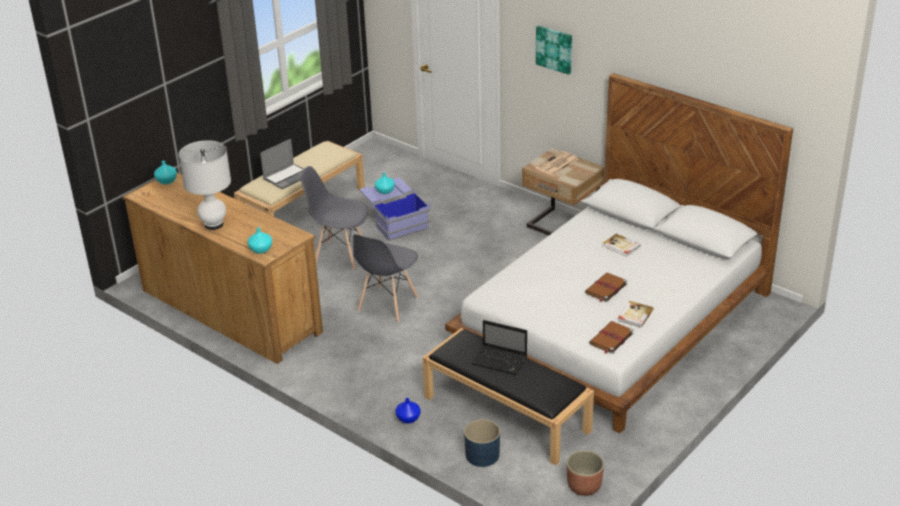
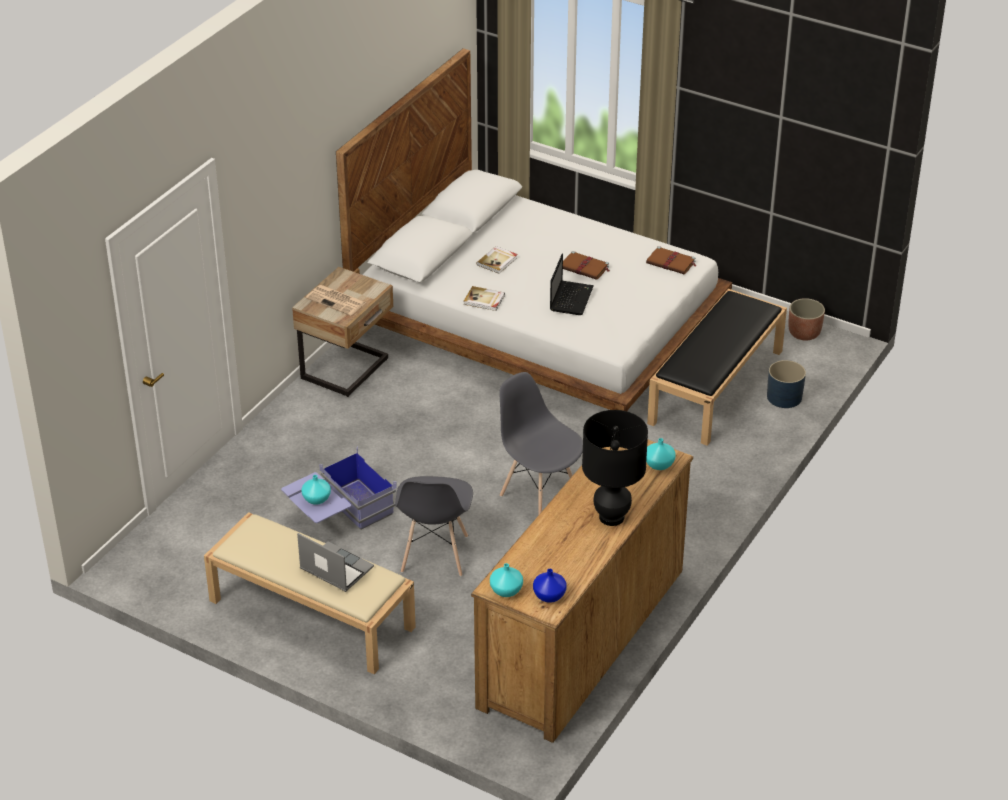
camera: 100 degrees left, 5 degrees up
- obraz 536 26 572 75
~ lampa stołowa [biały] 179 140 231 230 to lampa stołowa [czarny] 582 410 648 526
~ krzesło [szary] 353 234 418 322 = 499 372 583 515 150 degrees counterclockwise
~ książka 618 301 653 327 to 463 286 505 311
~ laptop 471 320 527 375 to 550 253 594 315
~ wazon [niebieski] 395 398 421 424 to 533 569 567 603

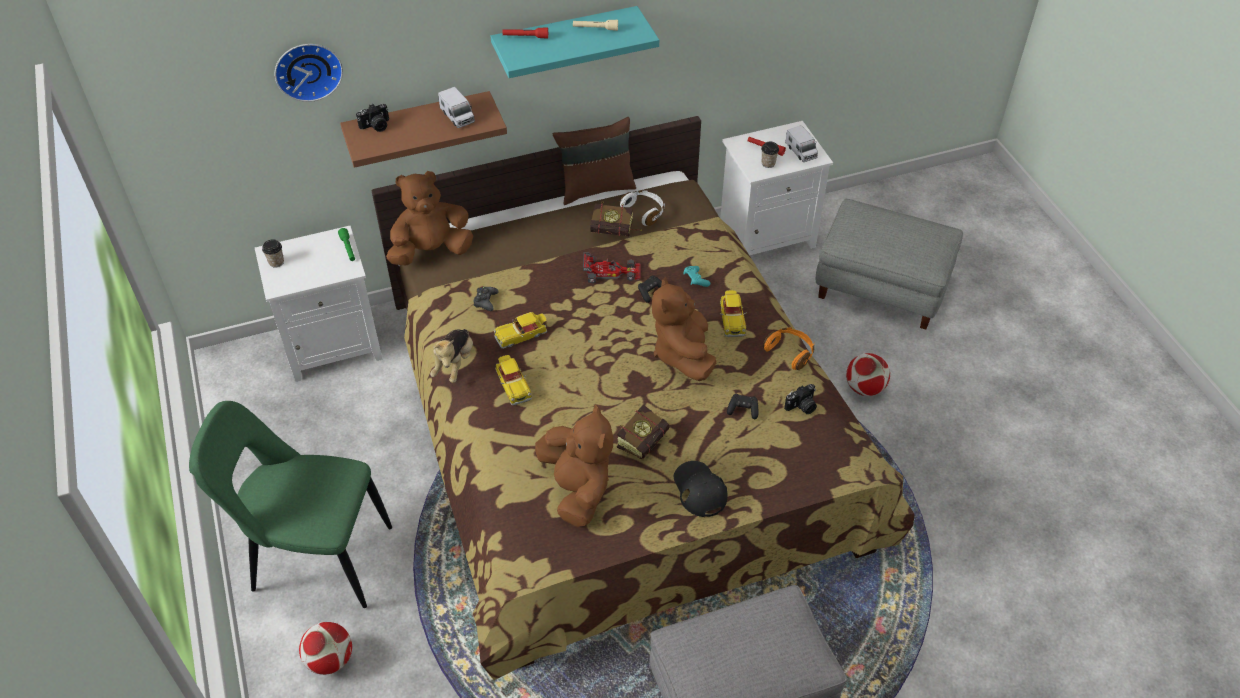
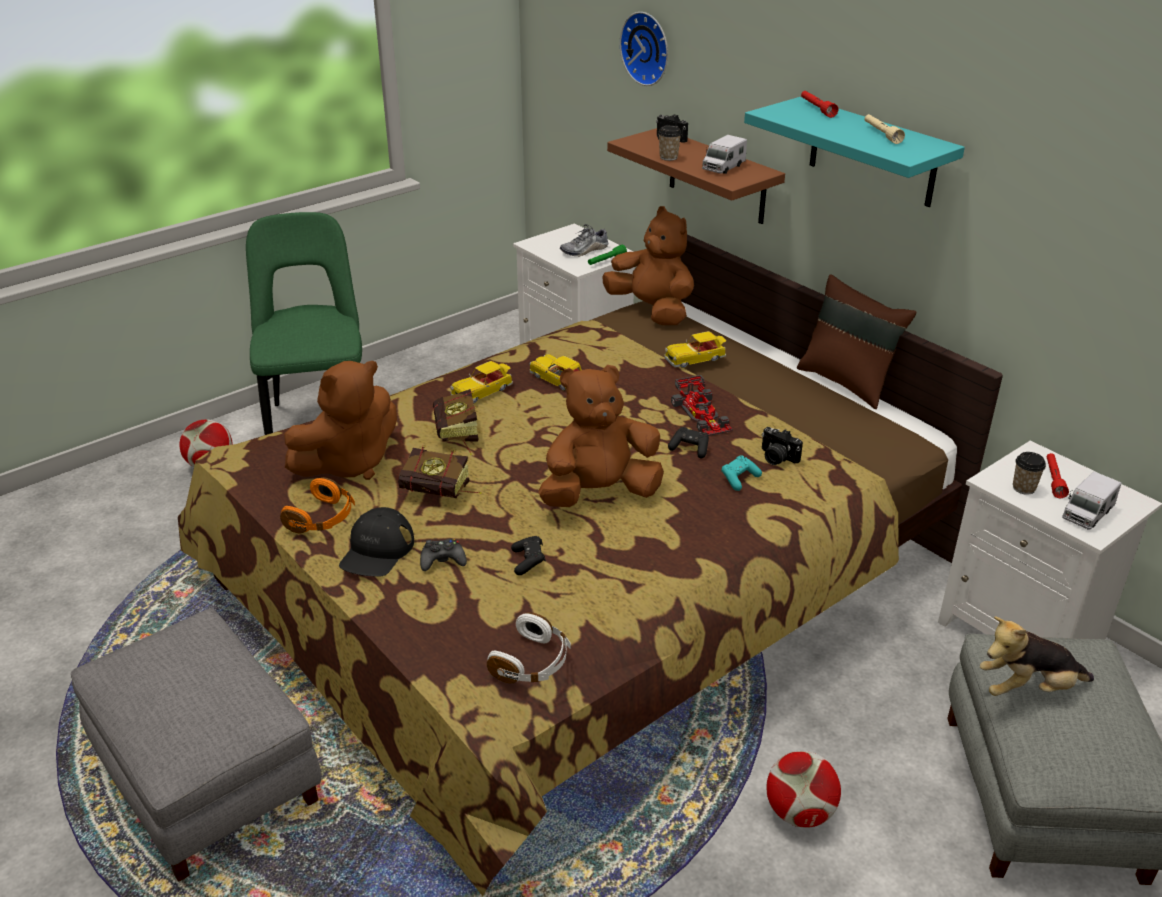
camera: 70 degrees right, 15 degrees down
~ słuchawki [biały] 619 190 665 226 to 487 612 571 684
~ książka 590 202 642 236 to 433 389 478 455
~ filiżanka 262 239 284 268 to 658 125 682 161
~ pad do gier [czarny] 473 286 499 311 to 420 539 467 571
~ samochodzik 720 290 746 337 to 664 331 726 368
~ słuchawki [pomarańczowy] 763 327 814 370 to 280 477 355 534
~ pluszak 430 329 473 383 to 980 616 1094 696
~ aparat fotograficzny 784 384 817 414 to 762 427 803 465
~ czapka z daszkiem [czarny] 674 461 727 517 = 339 507 414 577 150 degrees clockwise
+ but 560 224 608 257

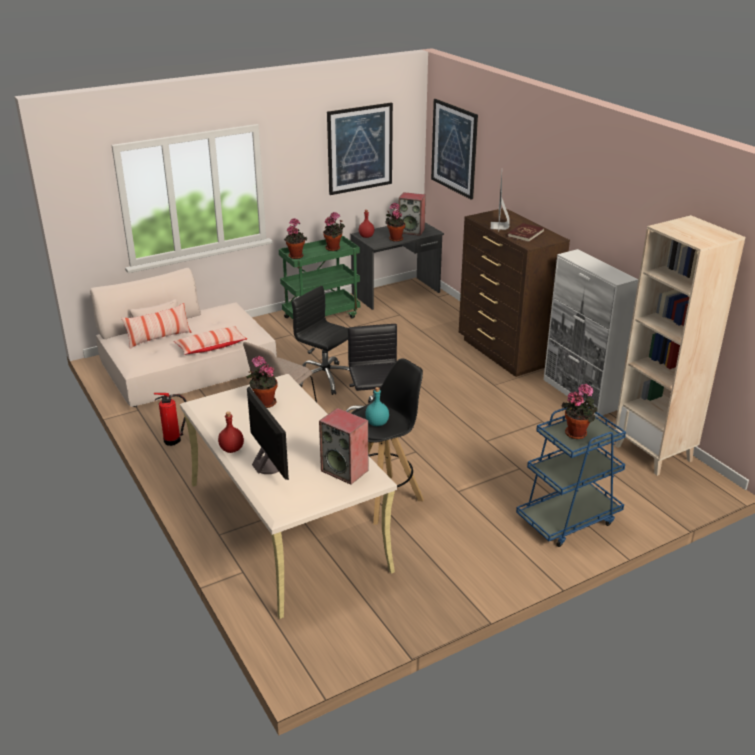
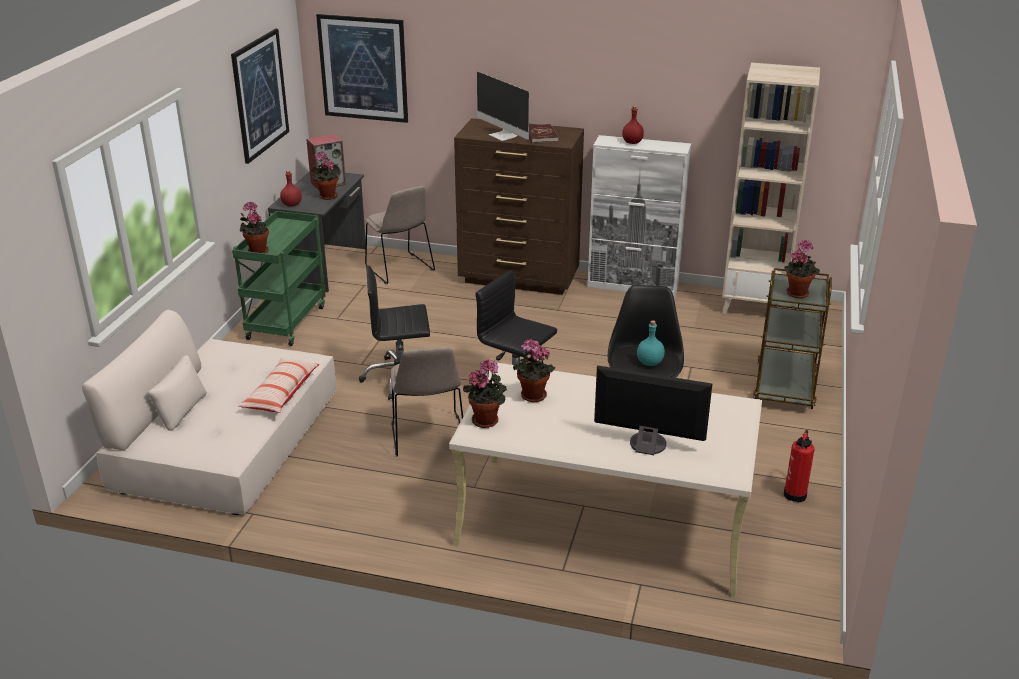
camera: 45 degrees left, 0 degrees up
~ roślina doniczkowa 323 212 345 251 to 463 359 507 428
- poduszka 122 303 191 349
~ gaśnica 154 393 187 446 to 784 430 814 502
~ wózek [niebieski] 516 407 626 547 to wózek [brązowy] 753 268 832 409
- głośnik 319 408 368 485
~ butelka [czerwony] 218 412 244 453 to 622 106 644 144
+ krzesło [beżowy] 365 186 435 284

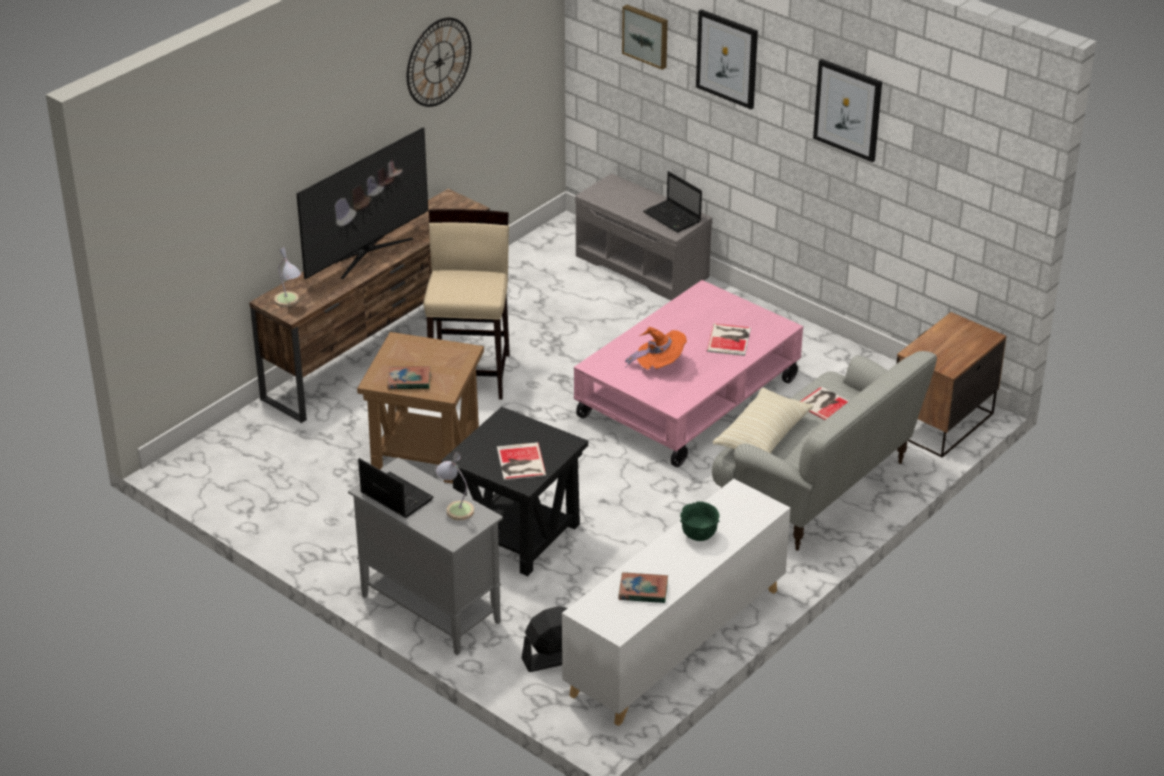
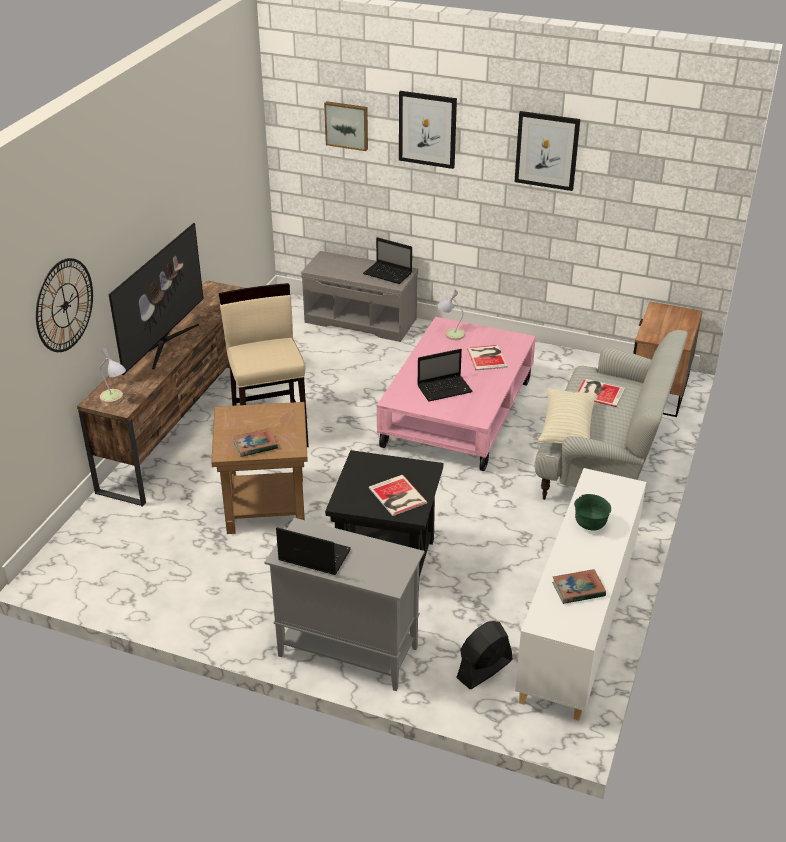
camera: 20 degrees left, 0 degrees up
~ zegar ścienny 407 18 471 107 to 36 258 93 352
~ kapelusz [pomarańczowy] 625 327 687 370 to laptop 417 349 473 402
~ lampa stołowa 436 452 474 521 to 437 290 465 340

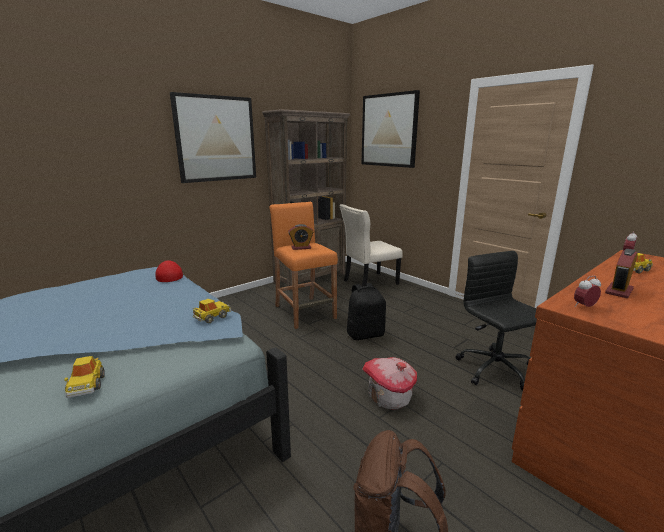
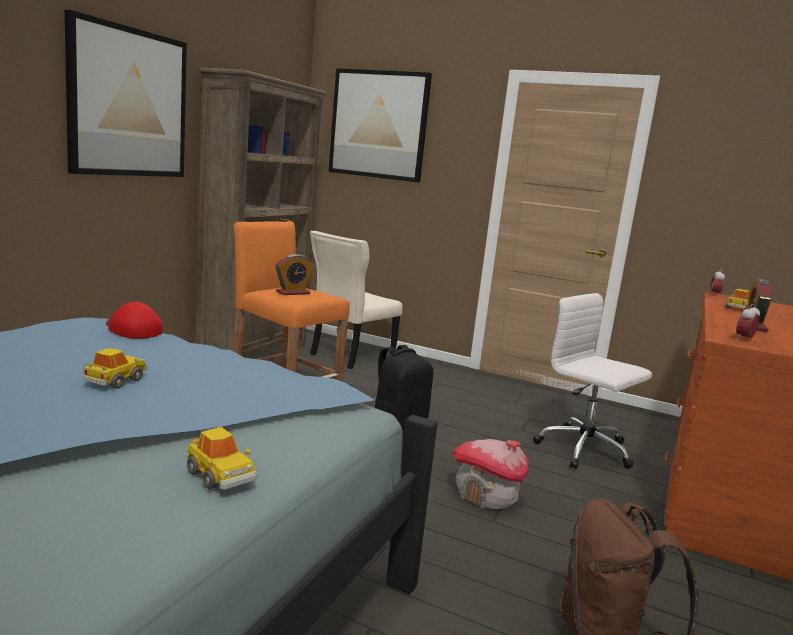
camera: 25 degrees left, 5 degrees down
~ krzesło biurowe [czarny] 456 251 537 391 to krzesło biurowe [biały] 533 293 652 469
~ samochodzik 193 299 231 323 to 83 348 147 389

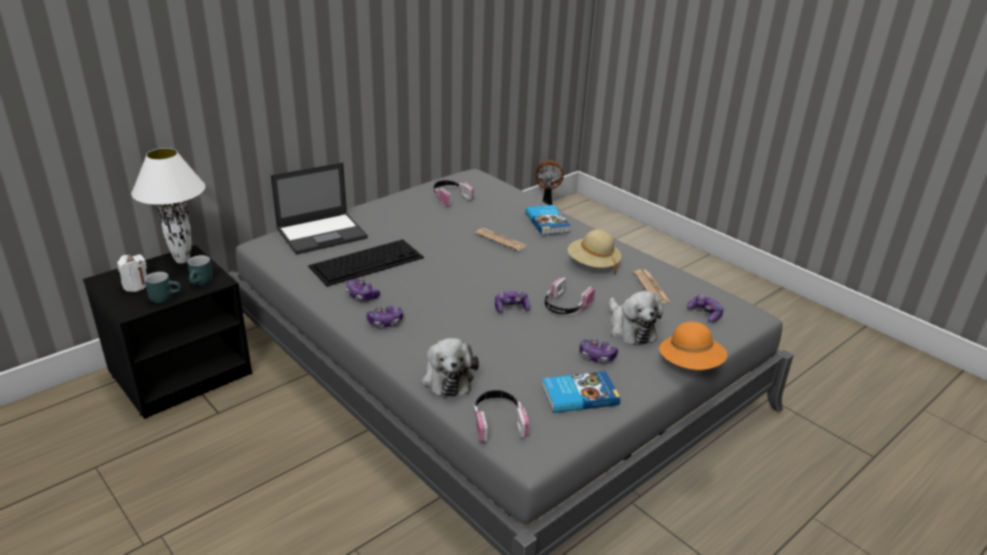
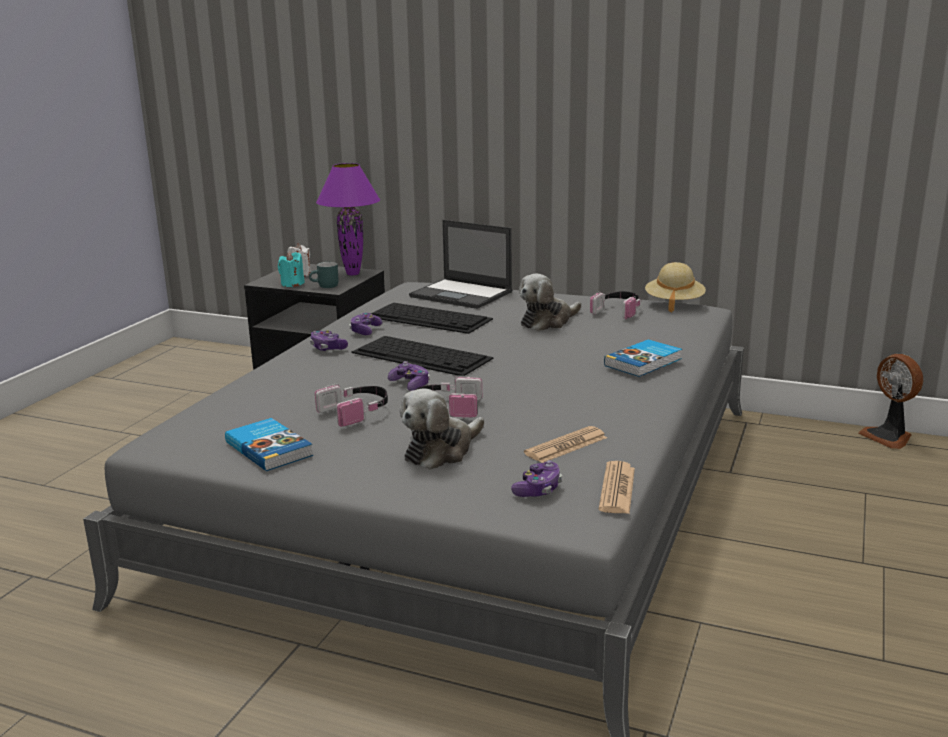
camera: 65 degrees right, 10 degrees down
~ lampa stołowa [biały] 131 148 205 264 to lampa stołowa [fioletowy] 316 163 380 275
~ gazeta 475 228 526 251 to 598 461 635 514
~ kapelusz [beżowy] 568 230 622 274 to 645 262 706 312
~ kubek [turkusowy] 144 272 181 303 to świeca [turkusowy] 278 252 305 287
- kapelusz [pomarańczowy] 659 322 727 370
~ pluszak 422 338 479 398 to 519 274 581 331
- pad do gier 579 339 618 362
~ słuchawki 473 390 529 443 to 315 383 388 427
+ klawiatura 351 336 494 377

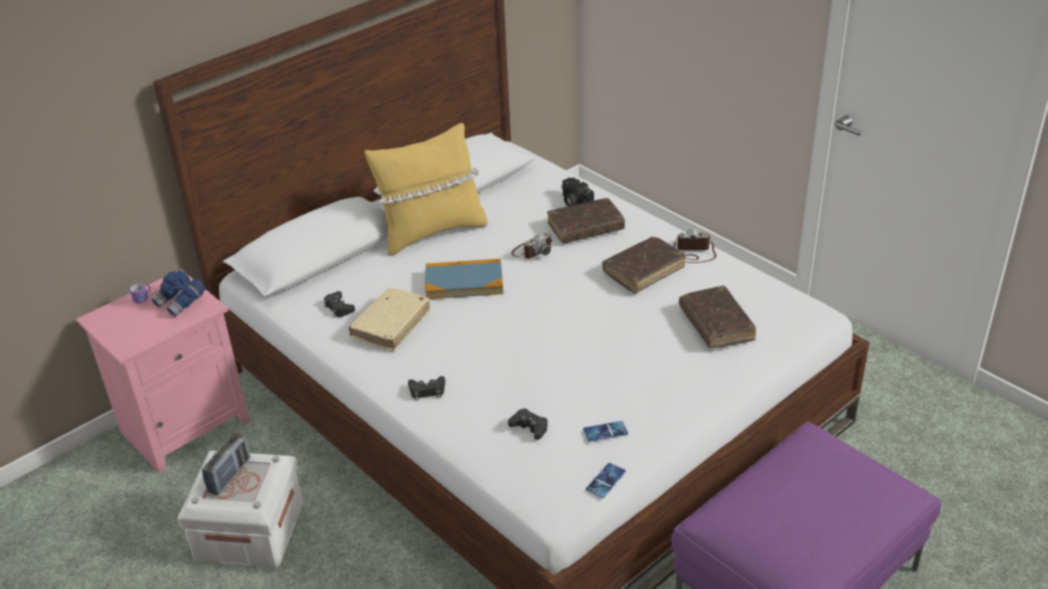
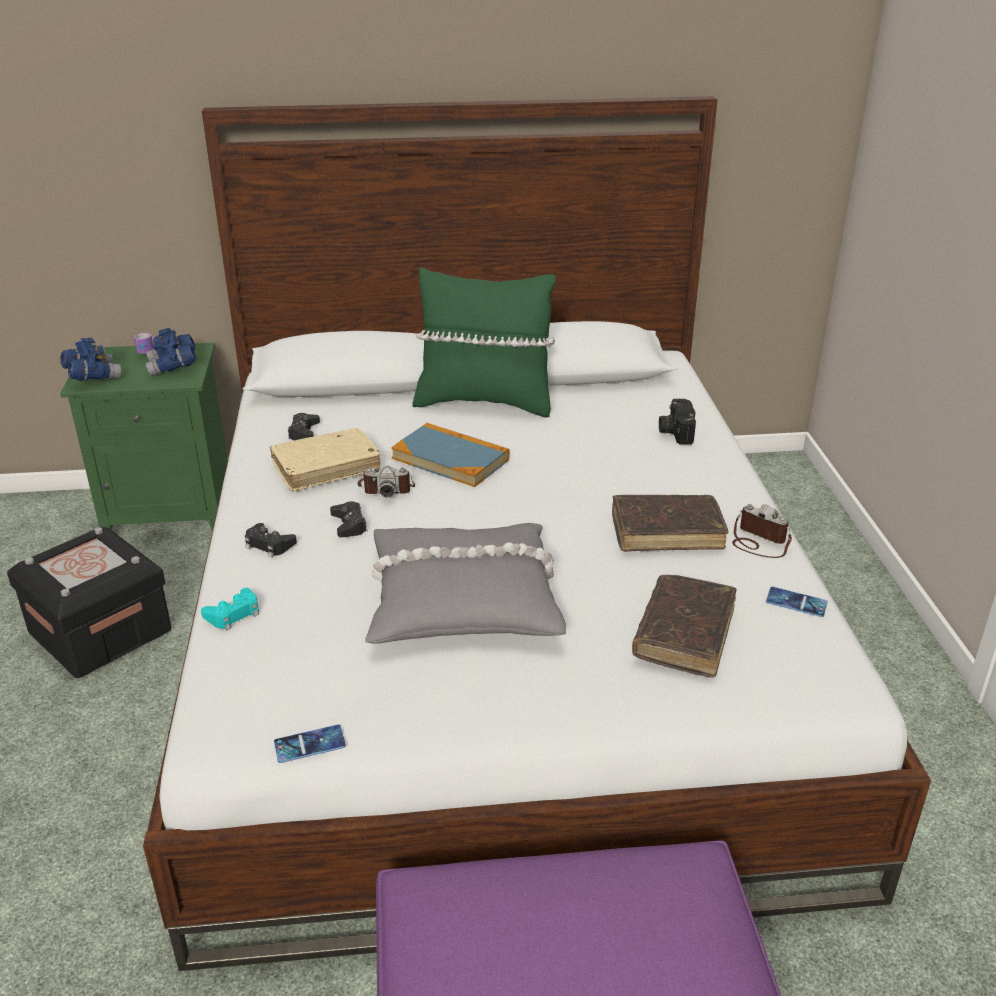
camera: 35 degrees right, 5 degrees down
~ poduszka [żółty] 365 123 487 256 to poduszka [zielony] 412 267 556 417
- książka [brązowy] 547 198 625 243
~ aparat fotograficzny 512 232 553 259 to 357 466 415 497
~ szafka nocna [różowy] 76 269 250 473 to szafka nocna [zielony] 60 343 228 531
~ pad do gier [czarny] 508 408 548 440 to 330 501 368 537
~ telefon 583 421 628 442 to 766 587 828 617
- radio 202 432 251 495
~ pojemnik do przechowywania [biały] 177 451 303 568 to pojemnik do przechowywania [czarny] 7 527 172 678
+ lornetka [niebieski] 60 338 121 381
+ poduszka [szary] 366 523 566 644
+ pad do gier [turkusowy] 201 588 259 631

